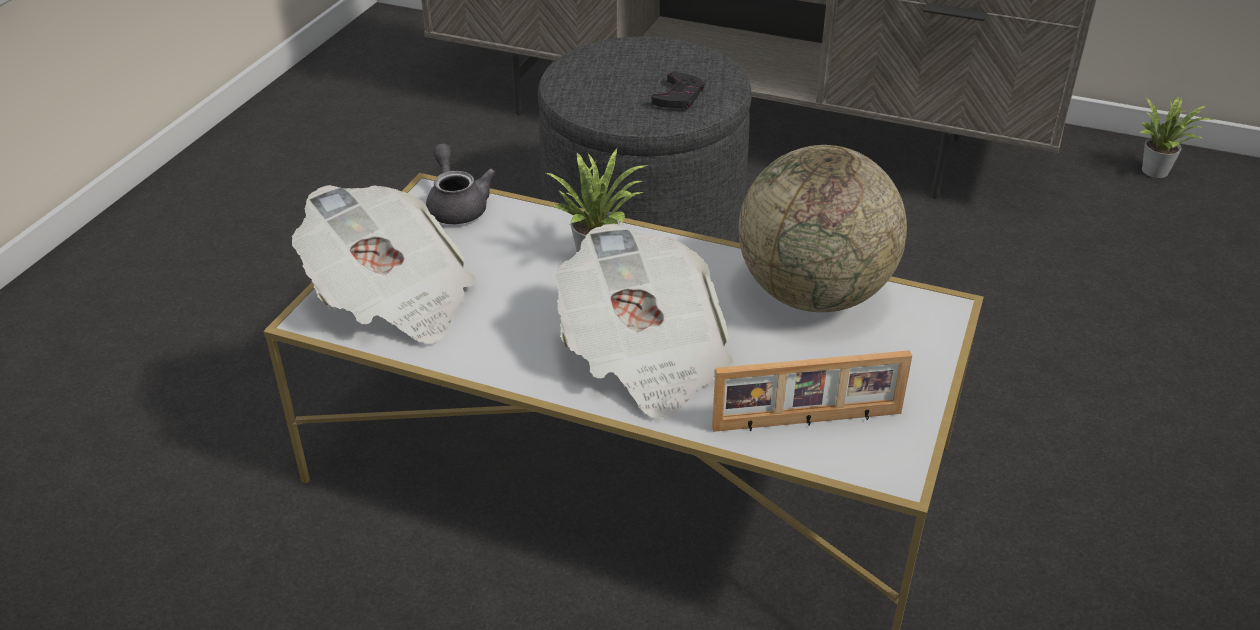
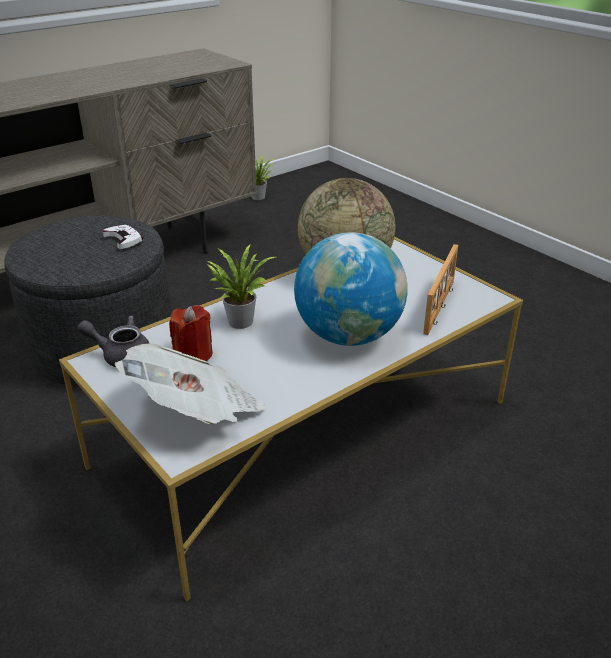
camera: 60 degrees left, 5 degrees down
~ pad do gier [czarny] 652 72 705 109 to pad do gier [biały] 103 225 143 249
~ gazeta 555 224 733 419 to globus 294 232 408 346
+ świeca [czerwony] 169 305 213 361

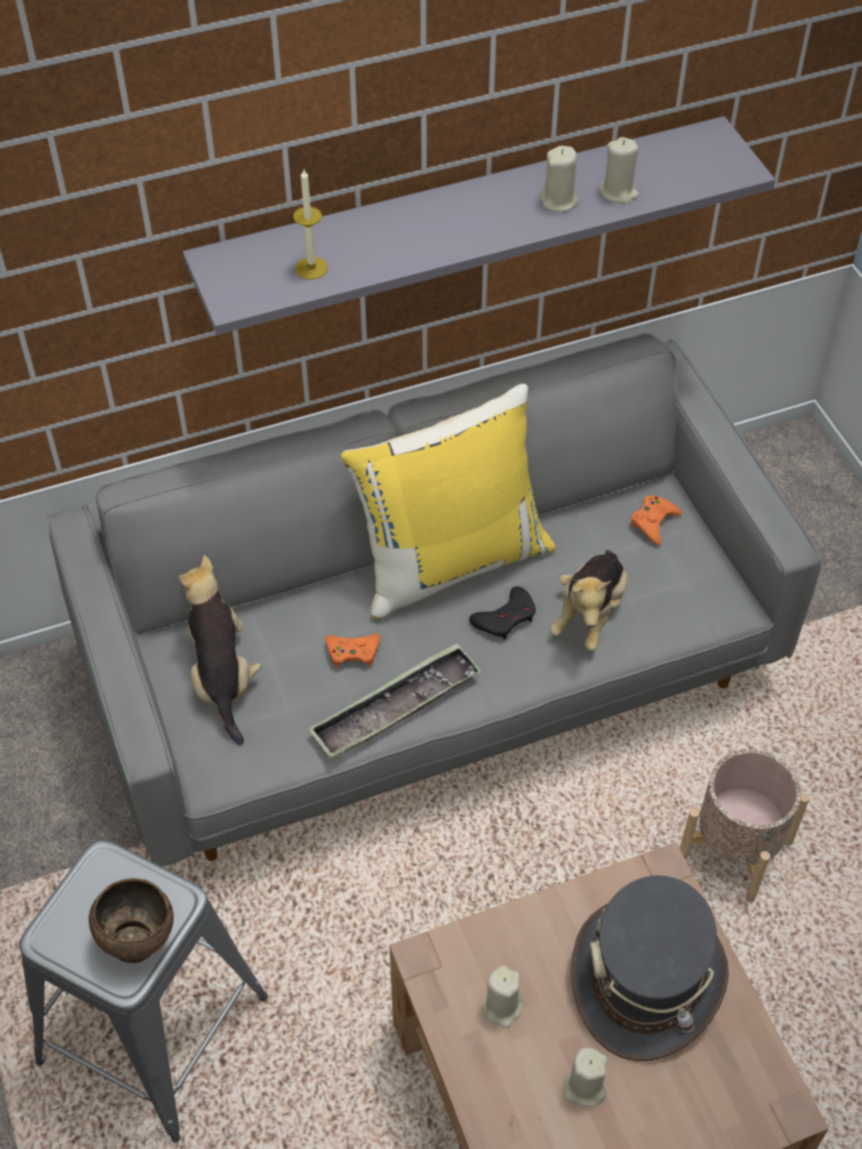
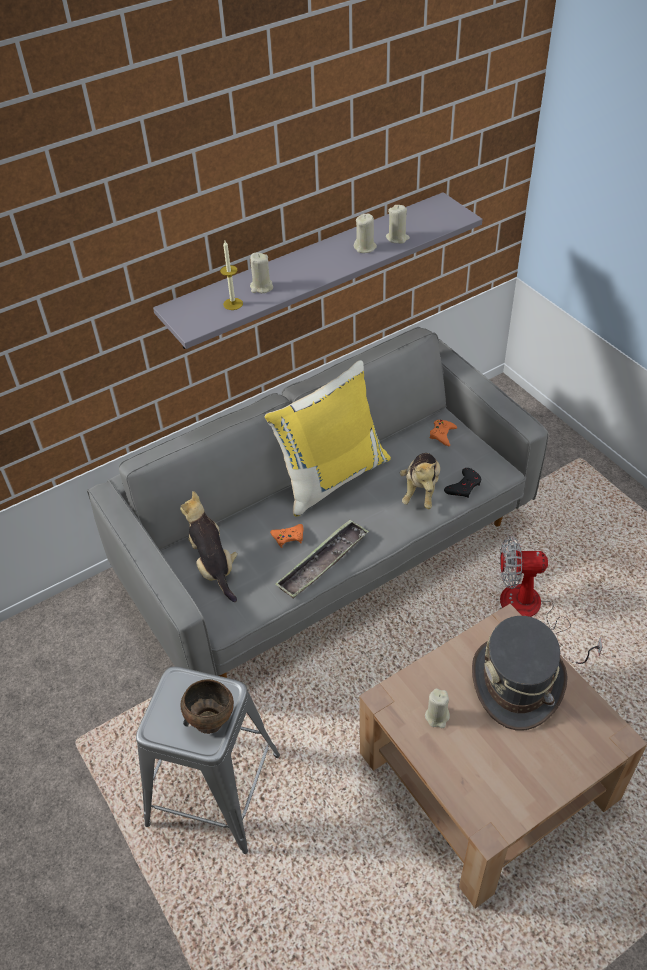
camera: 10 degrees left, 5 degrees down
~ pad do gier [czarny] 469 586 536 639 to 444 468 481 498
~ donica [beżowy] 680 749 810 902 to wentylator 500 536 603 664
~ świeca [beżowy] 564 1048 607 1107 to 250 253 273 293

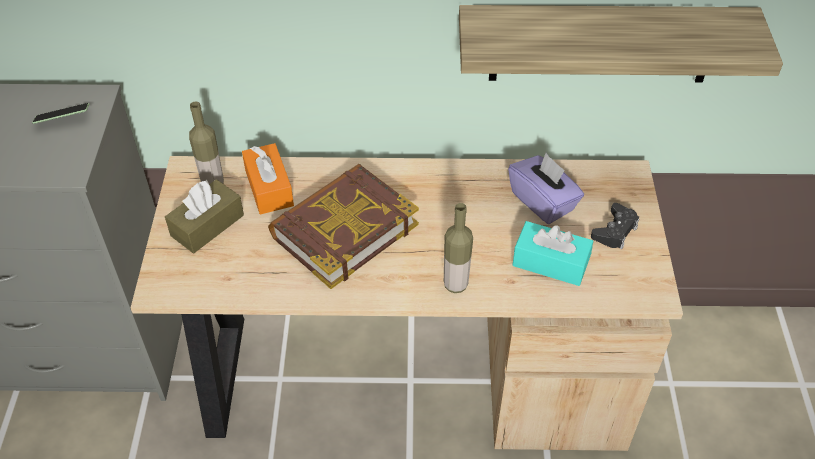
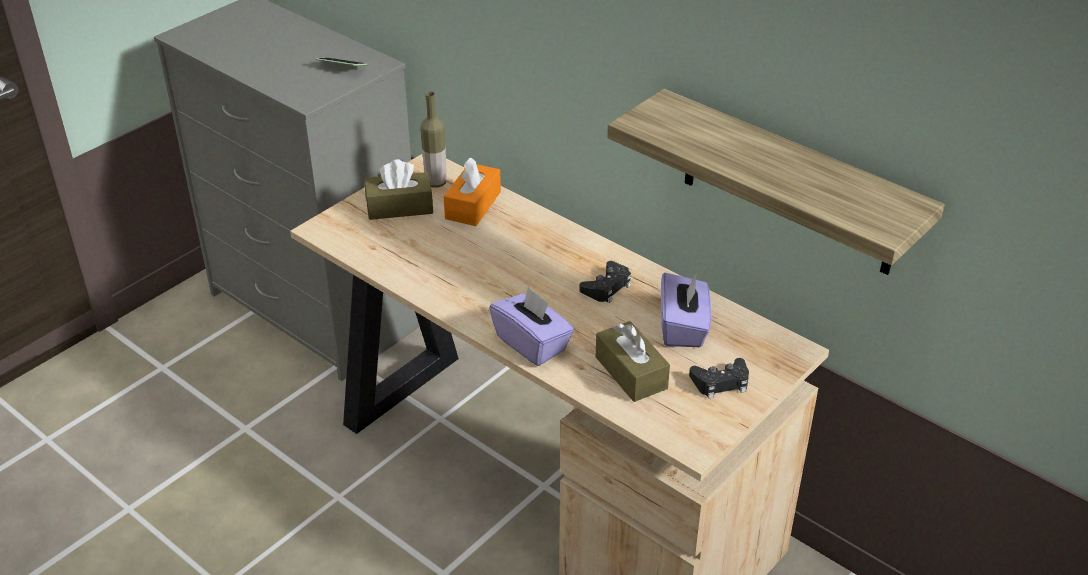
camera: 40 degrees right, 10 degrees down
- książka 268 164 419 289
~ butelka 444 203 473 293 to pudełko chusteczek [fioletowy] 489 287 574 366
~ pudełko chusteczek [turkusowy] 513 221 593 286 to pudełko chusteczek [brązowy] 596 321 670 402
+ pad do gier [czarny] 579 261 631 303

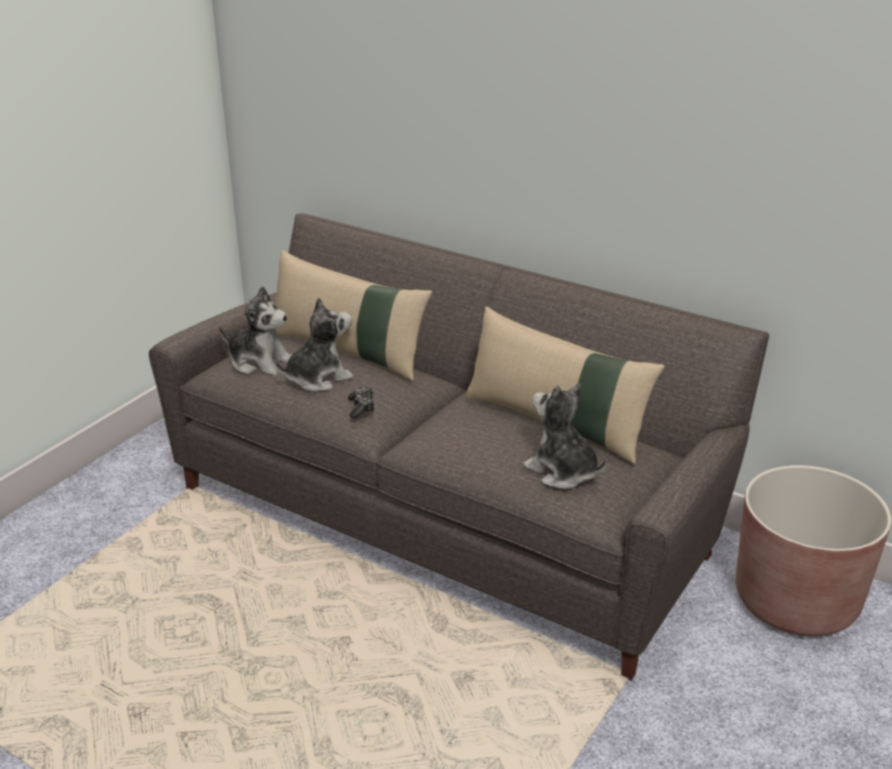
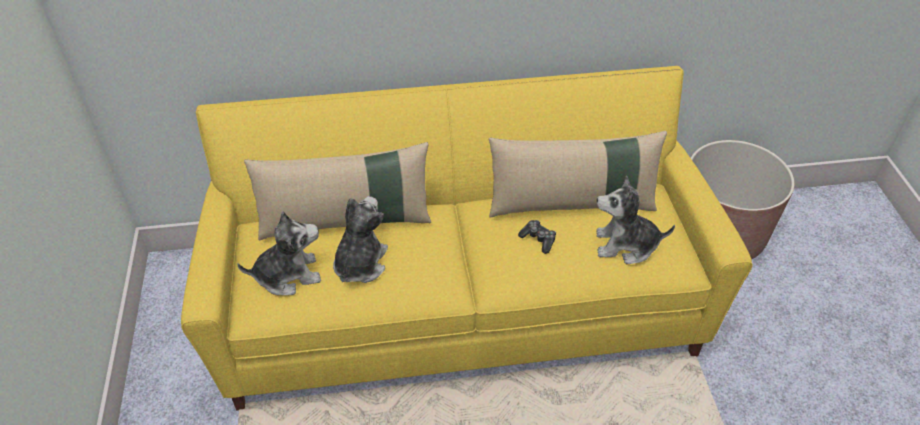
camera: 40 degrees left, 15 degrees up
~ kanapa [szary] 149 213 769 681 to kanapa [żółty] 181 66 753 410
~ pad do gier 348 386 375 418 to 518 220 556 254

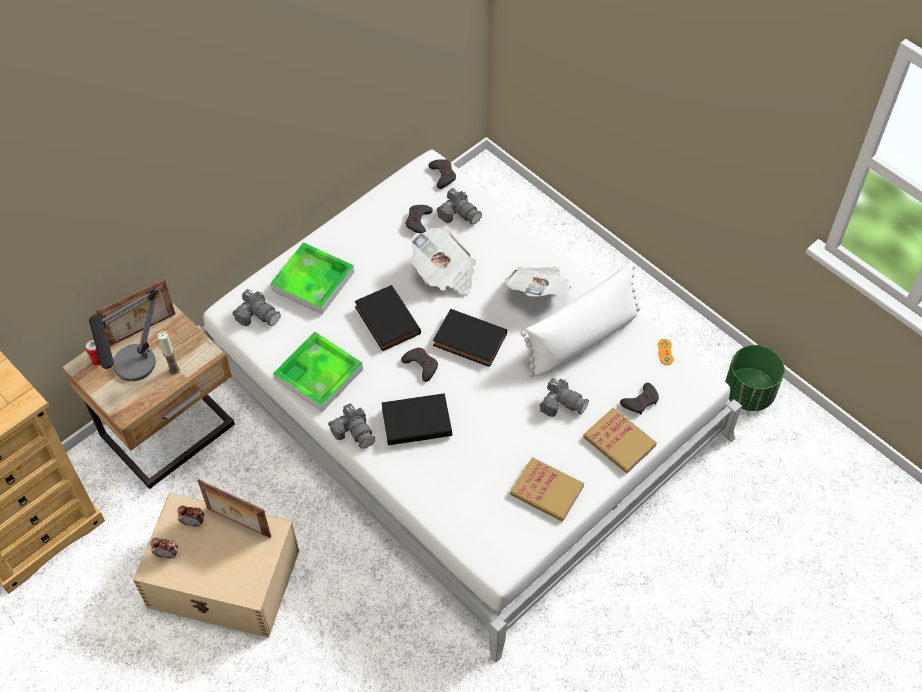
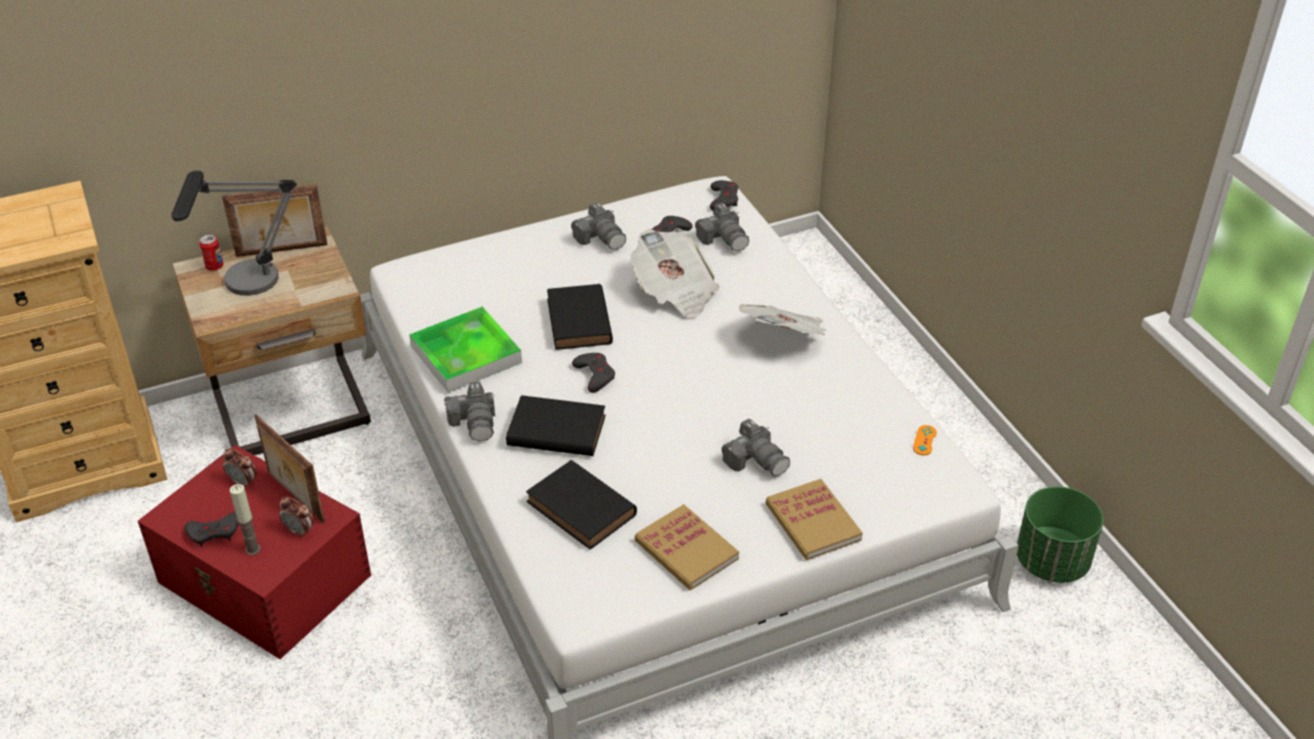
camera: 20 degrees right, 15 degrees down
- taca 270 242 354 314
- poduszka [biały] 521 263 640 377
~ aparat fotograficzny 232 289 281 326 to 571 202 626 250
~ książka [czarny] 433 309 507 367 to 526 460 637 549
~ świeca 158 331 180 375 to 230 484 261 555
~ pad do gier [szary] 620 383 659 415 to 185 512 239 547
~ pojemnik do przechowywania [beżowy] 133 493 299 638 to pojemnik do przechowywania [czerwony] 138 445 371 659
~ budzik 150 538 178 559 to 279 497 314 538

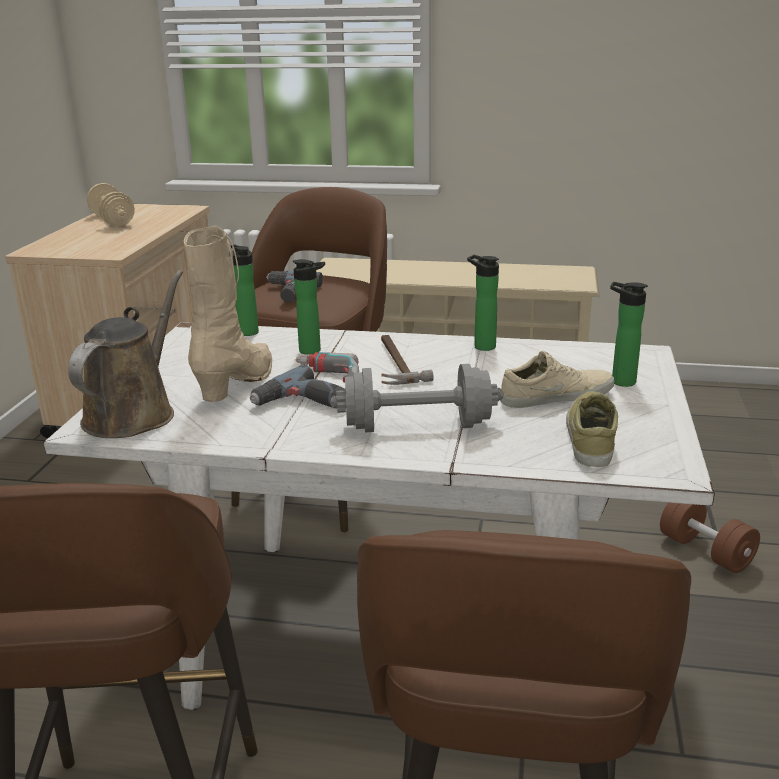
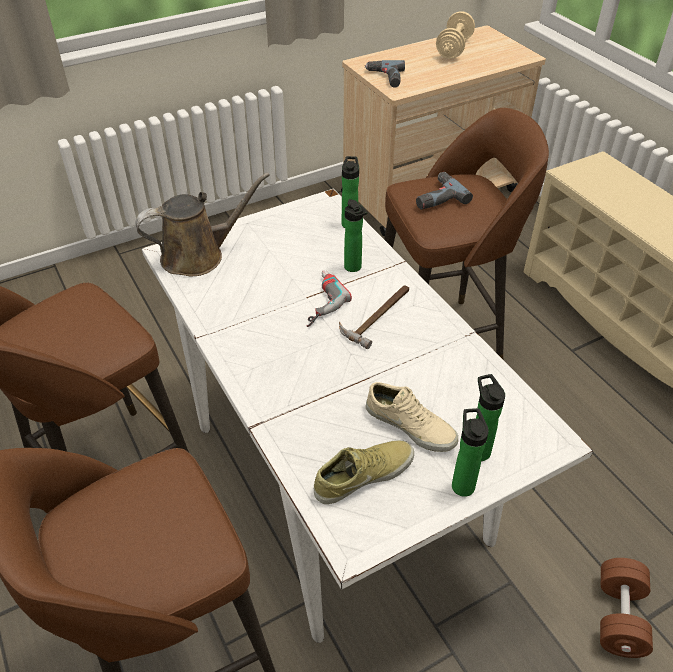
camera: 50 degrees right, 20 degrees up
- but z cholewką [beżowy] 184 225 272 402
~ butelka 467 255 499 351 to 452 408 489 497
- hantel [szary] 330 364 503 433
~ wiertarka 250 365 346 407 to 365 60 405 88

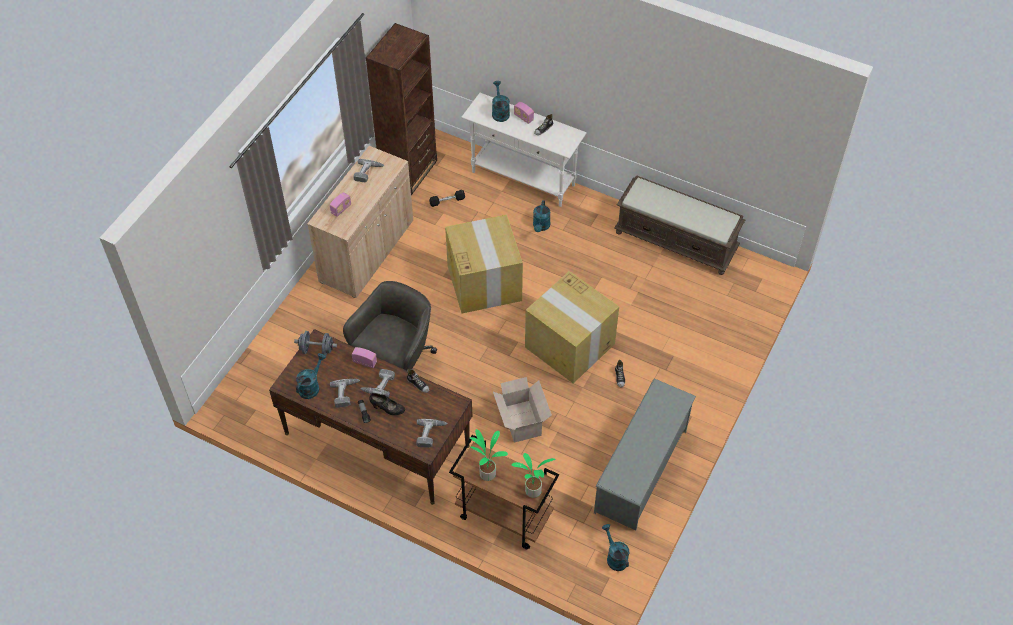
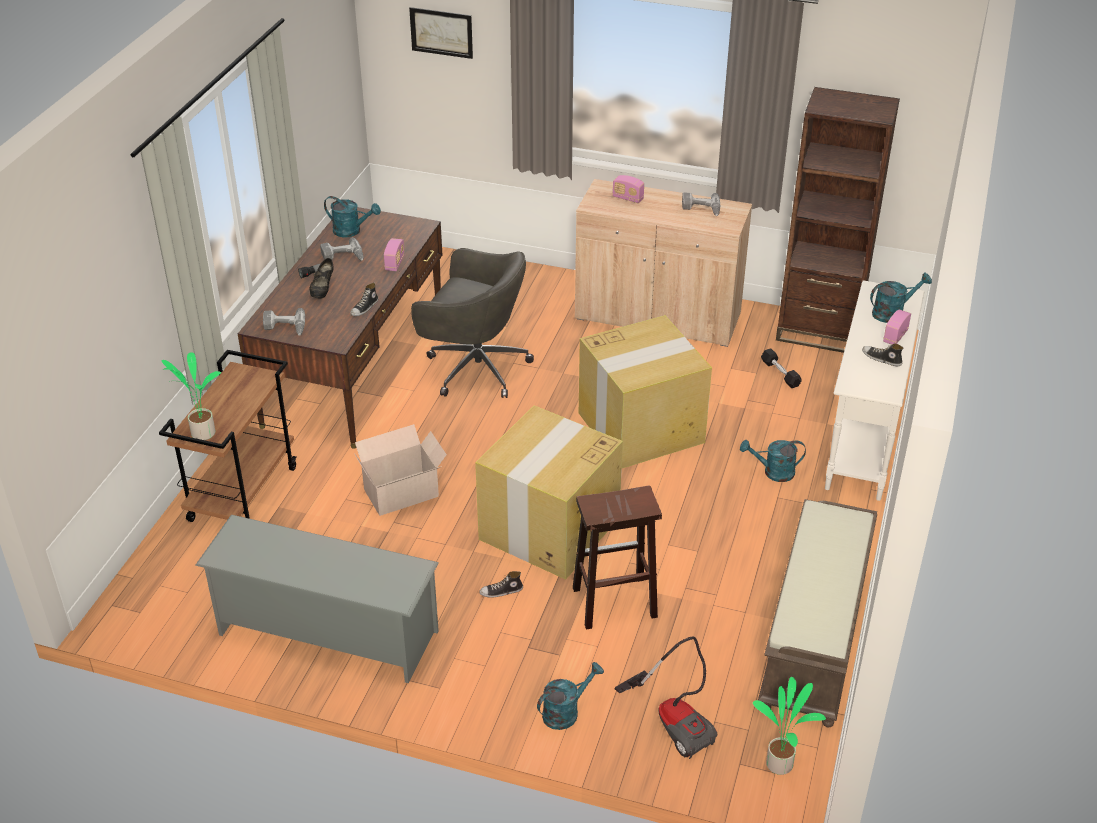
camera: 80 degrees right, 15 degrees down
- hantel [szary] 294 331 337 356
- wiertarka 360 369 395 397
~ roślina doniczkowa 470 429 508 481 to 753 677 826 775
~ konewka [turkusowy] 602 524 630 571 to 537 662 604 730
+ obraz 409 7 473 59
+ stołek [brązowy] 573 485 662 630
+ odkurzacz 614 636 717 759

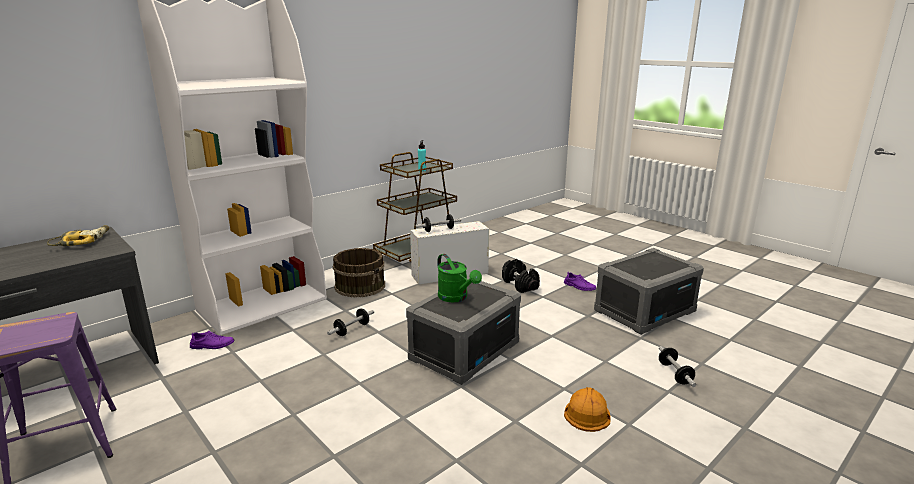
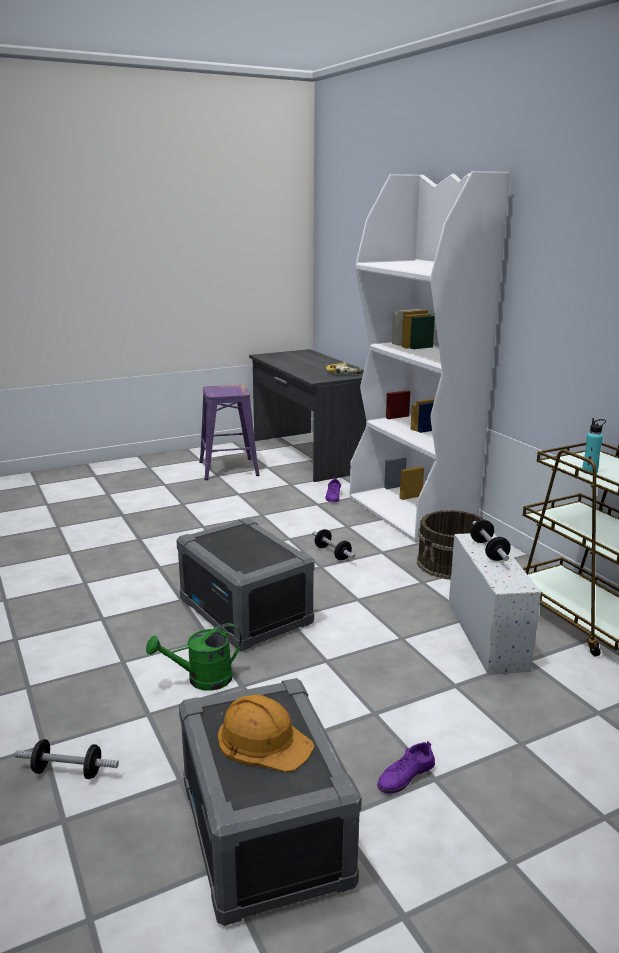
camera: 105 degrees right, 0 degrees up
~ konewka [zielony] 437 254 482 302 to 146 623 242 691
- hantel [czarny] 502 259 540 293
~ kask [pomarańczowy] 564 387 610 432 to 218 695 315 772

